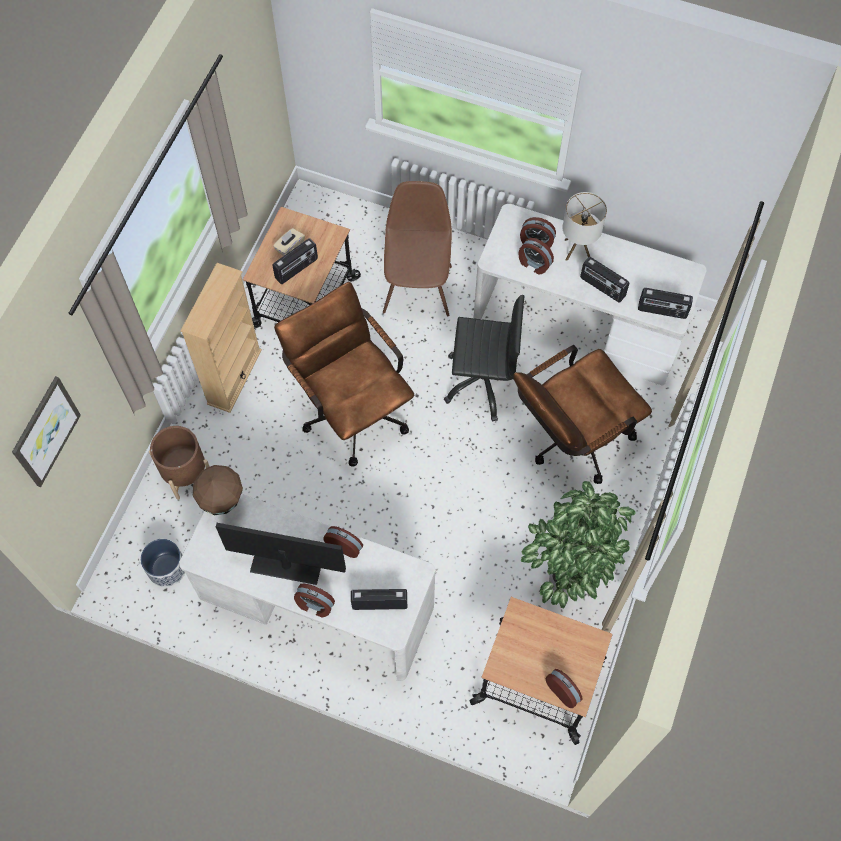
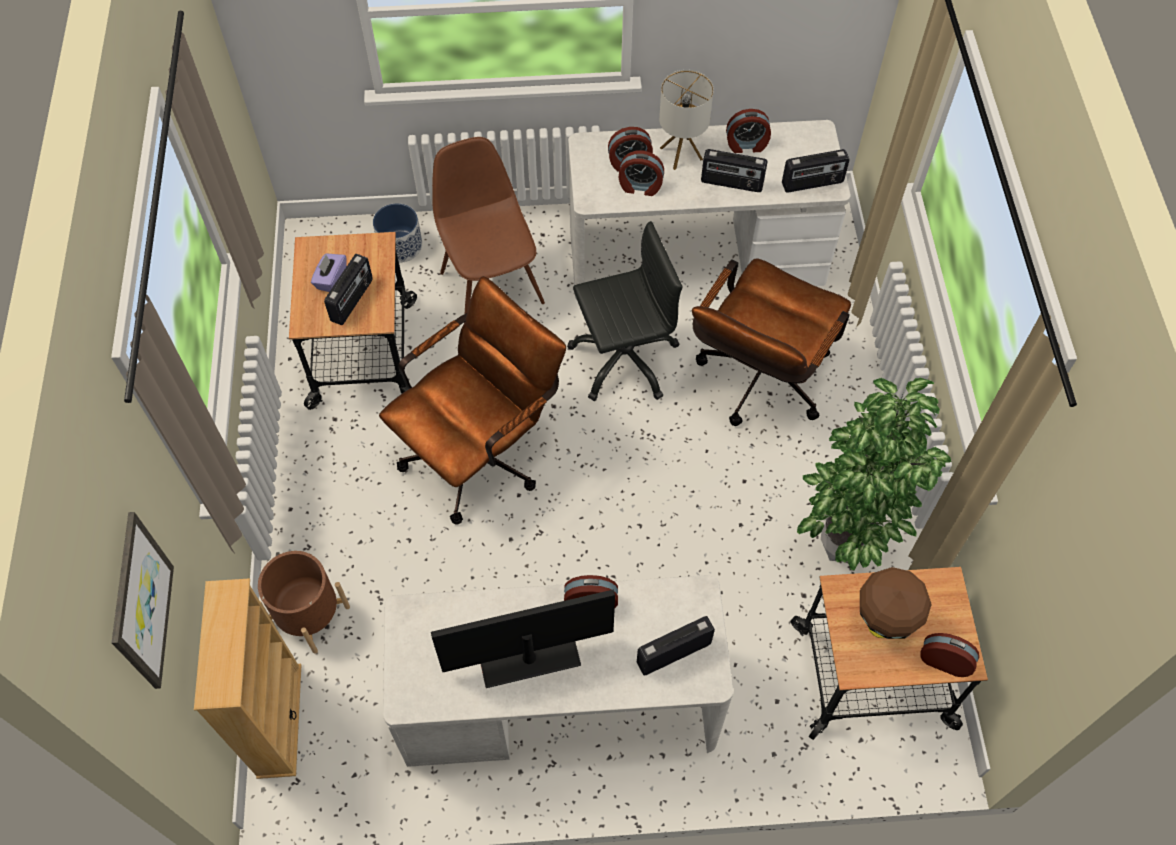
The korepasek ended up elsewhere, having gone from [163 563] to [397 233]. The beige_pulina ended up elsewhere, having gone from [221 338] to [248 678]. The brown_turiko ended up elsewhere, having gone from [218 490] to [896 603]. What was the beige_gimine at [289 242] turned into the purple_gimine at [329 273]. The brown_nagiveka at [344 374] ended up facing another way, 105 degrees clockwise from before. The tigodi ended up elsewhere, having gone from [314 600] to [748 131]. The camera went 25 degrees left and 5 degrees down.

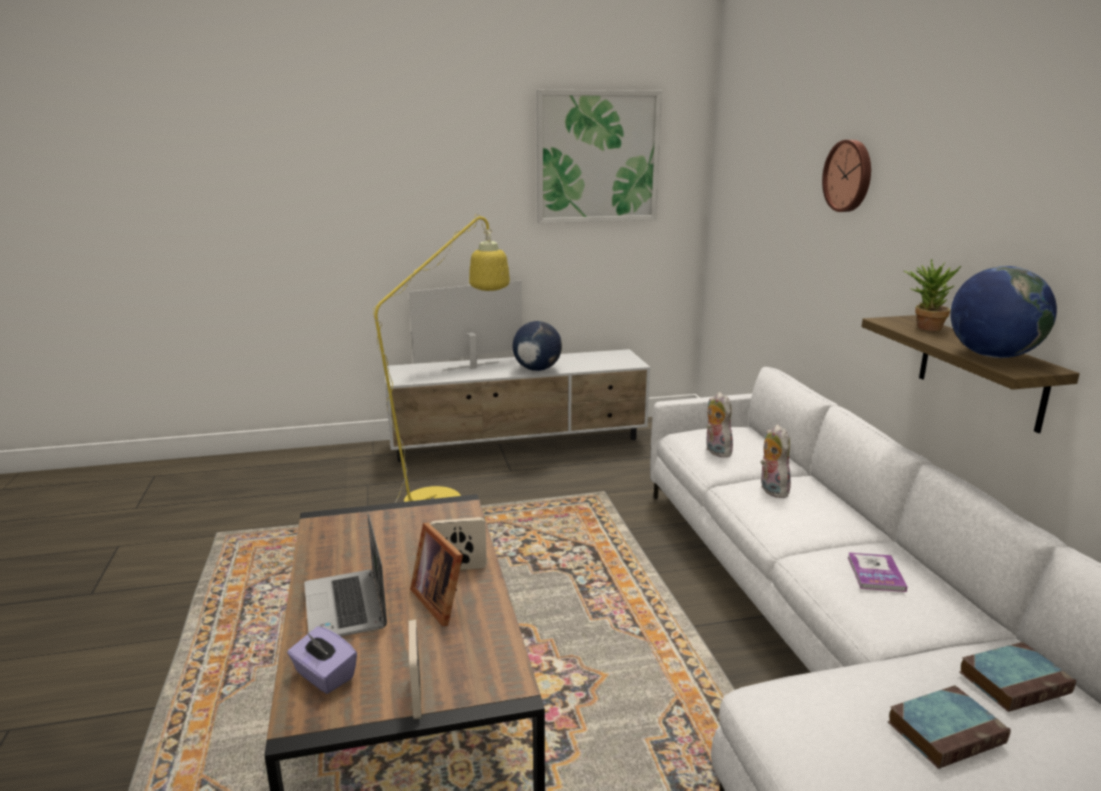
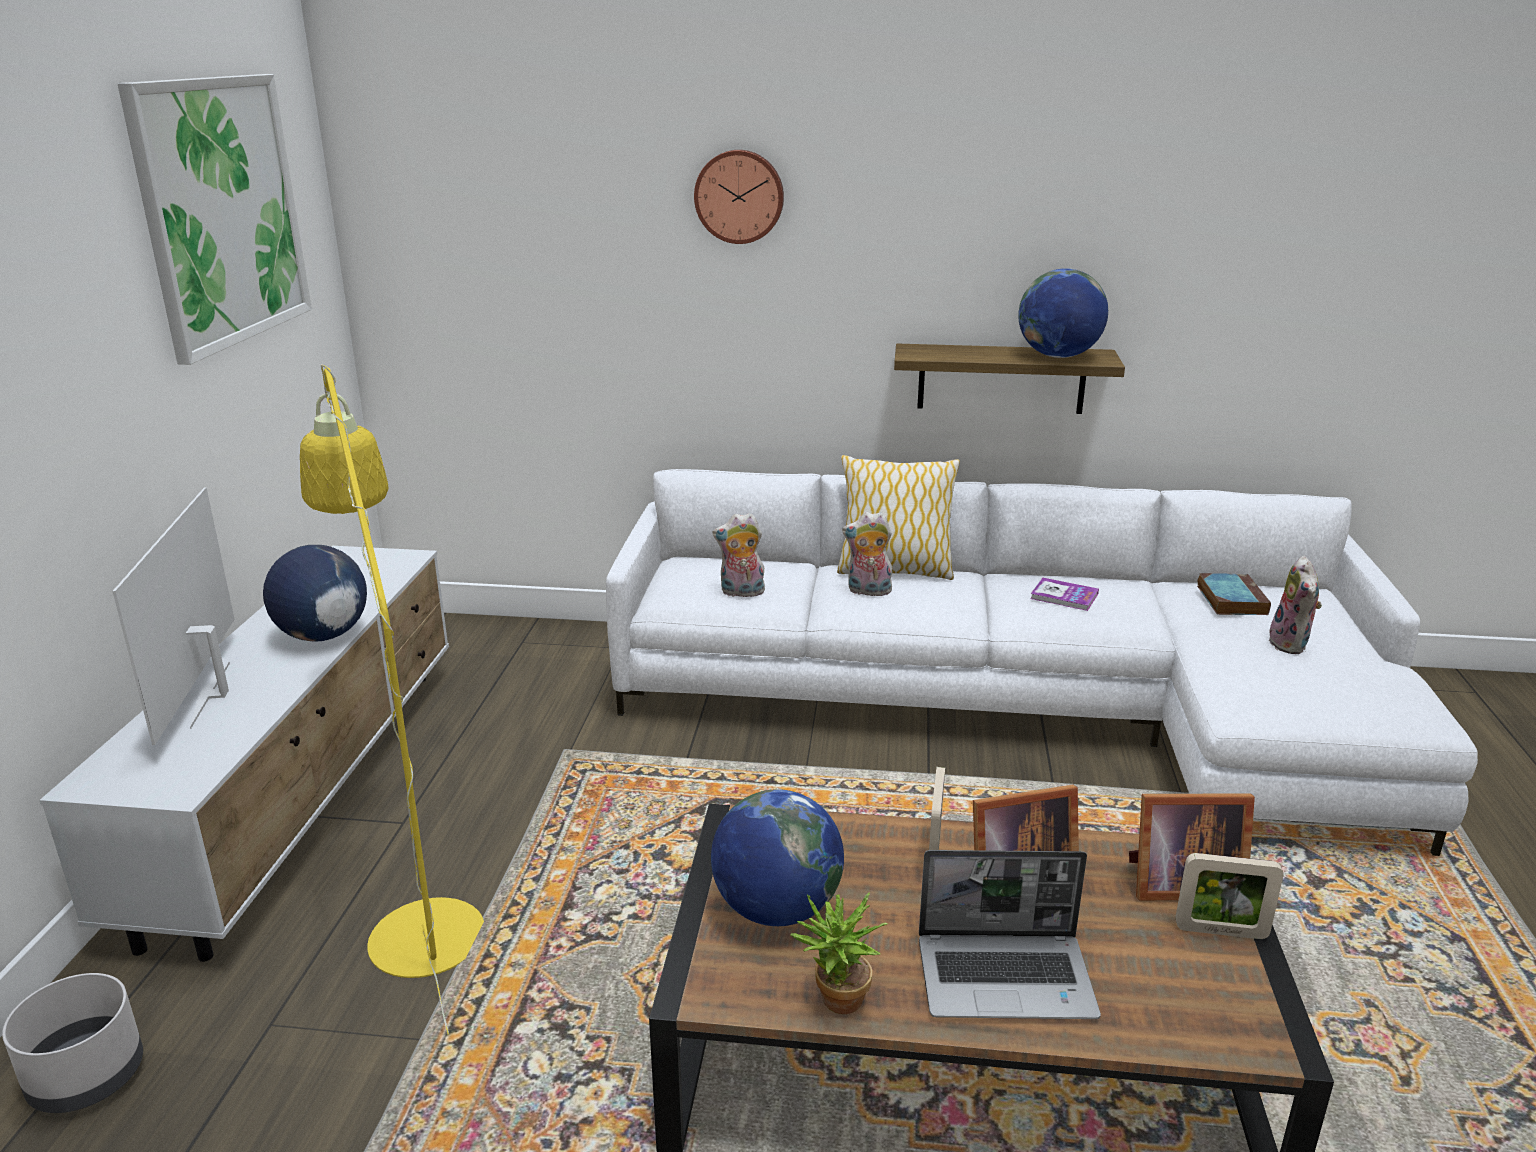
The second view lost the purple_gimine at [322 660]. Where the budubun stood at [949 727], the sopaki came to stand at [1293 605]. The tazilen ended up elsewhere, having gone from [932 295] to [839 953]. The second view gained the grey_korepasek at [72 1043]. The second view gained the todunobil at [777 857]. The second view gained the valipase at [898 517]. The second view gained the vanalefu at [1192 847]. The camera went 70 degrees left and 5 degrees up.

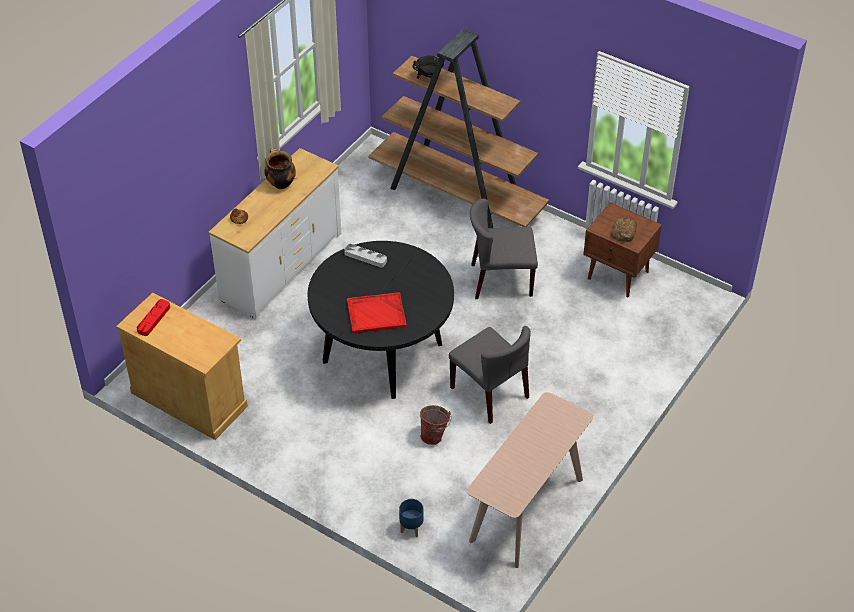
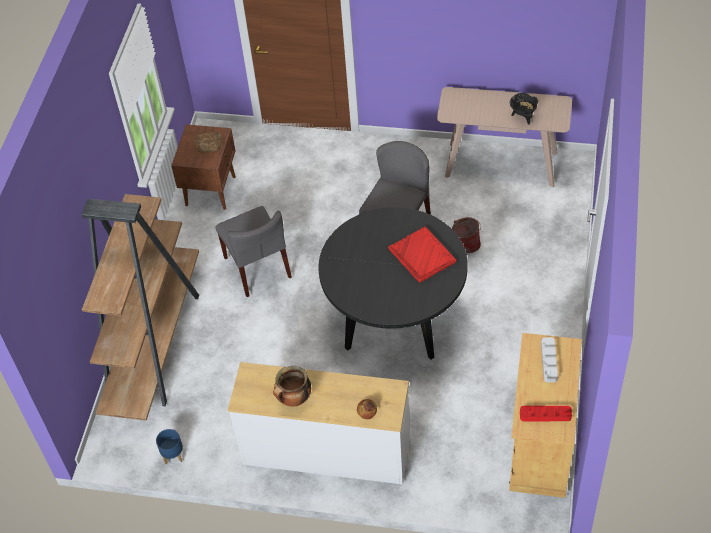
The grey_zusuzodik ended up elsewhere, having gone from [365 255] to [549 359]. The blue_korepasek ended up elsewhere, having gone from [411 518] to [169 446]. The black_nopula ended up elsewhere, having gone from [428 67] to [524 109]. The camera went 110 degrees left and 5 degrees up.

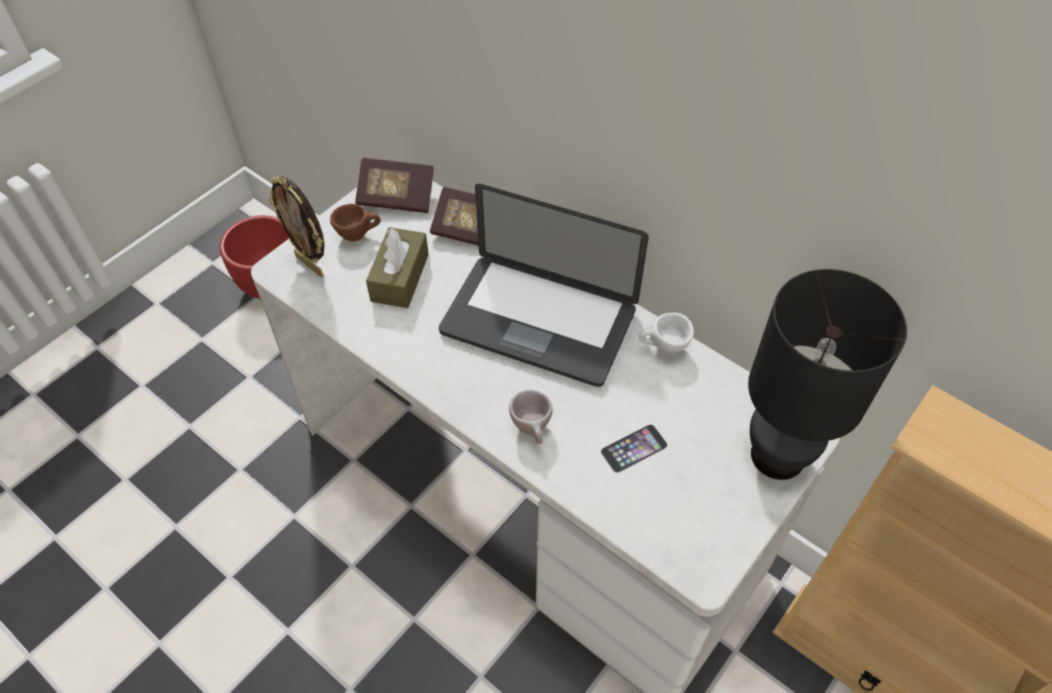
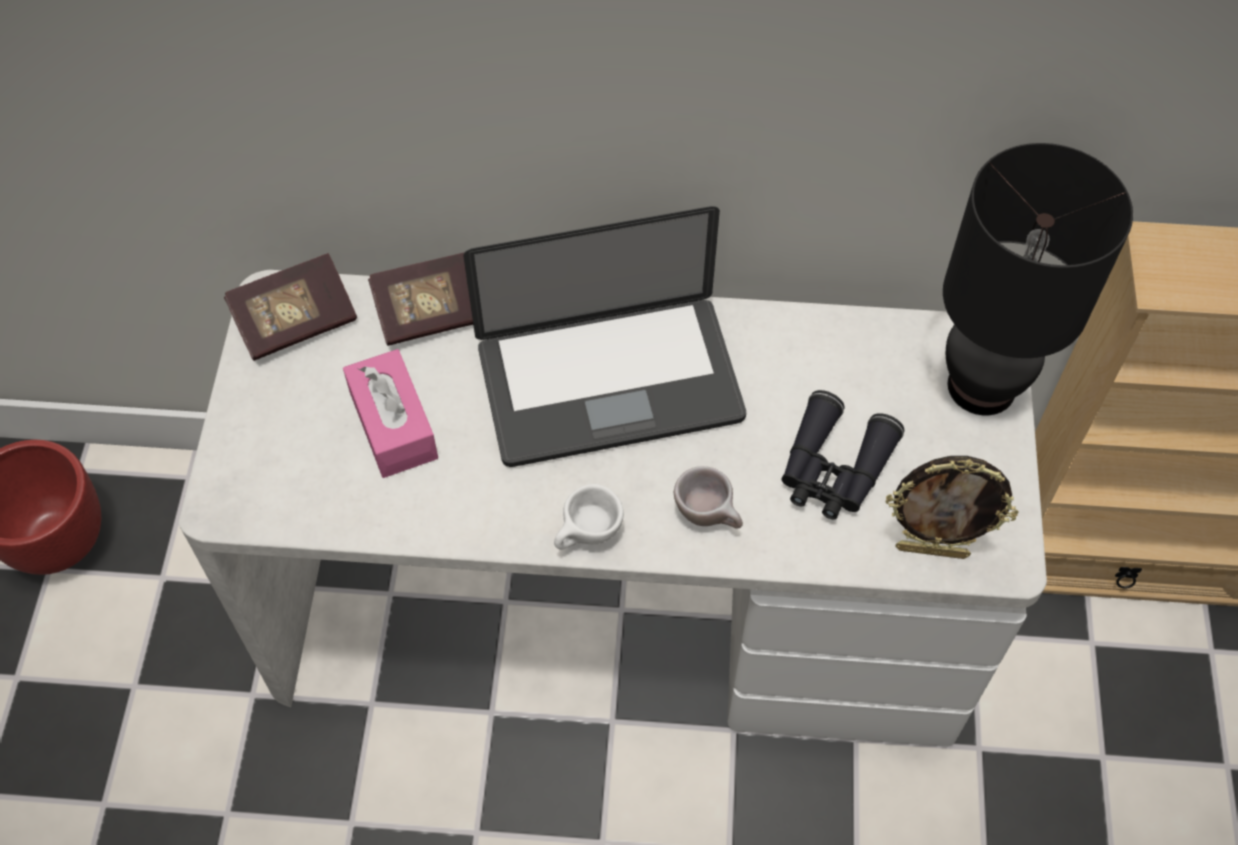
The vanalefu ended up elsewhere, having gone from [297 226] to [952 507]. The second view lost the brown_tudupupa at [355 222]. What was the brown_gimine at [397 267] turned into the pink_gimine at [390 413]. Where the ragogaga stood at [634 448], the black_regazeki came to stand at [842 454]. The white_tudupupa ended up elsewhere, having gone from [666 333] to [589 517]. The camera went 35 degrees left and 5 degrees up.

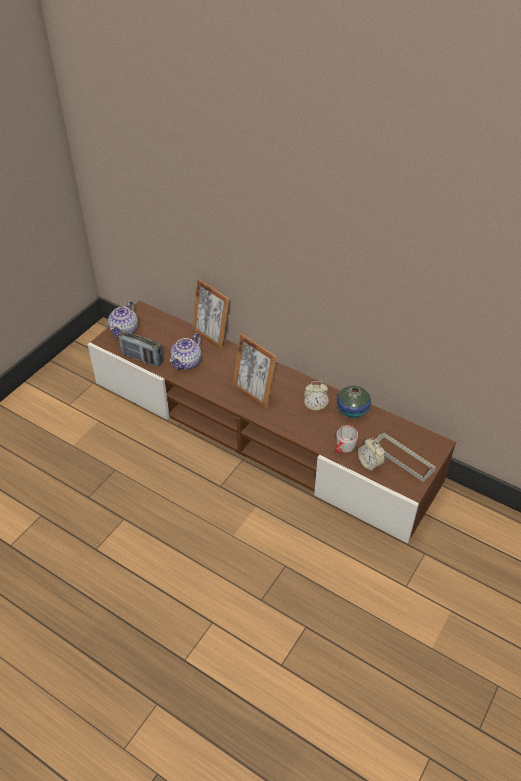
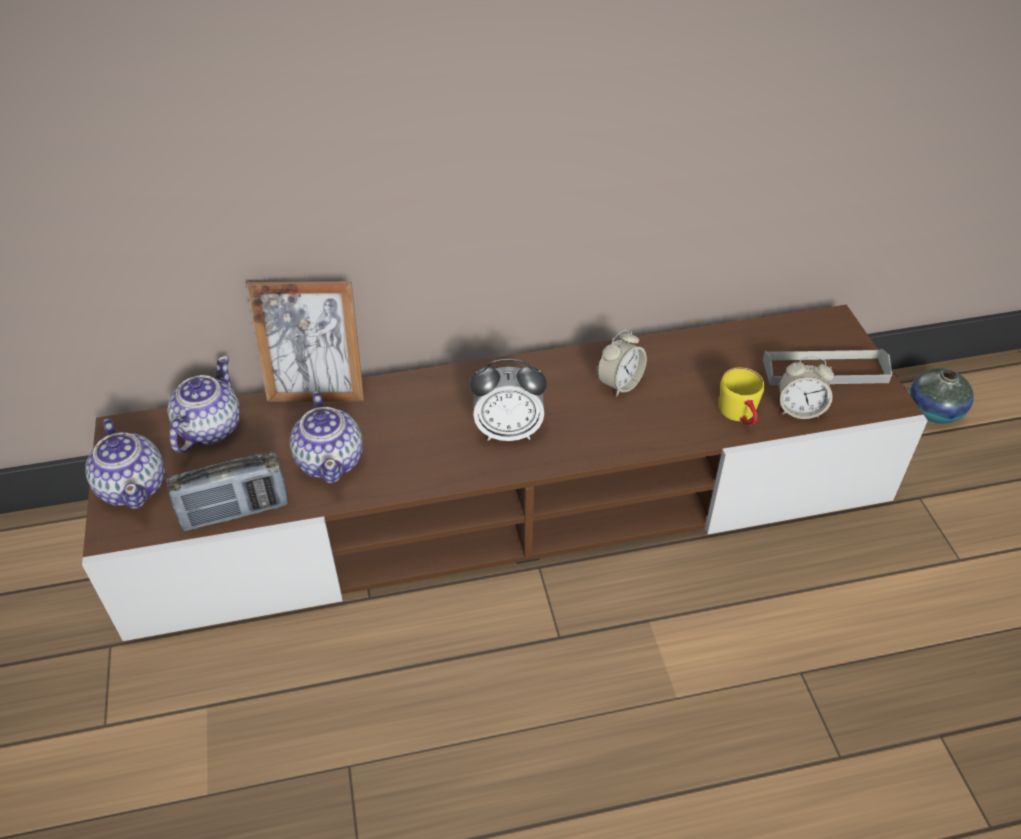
Where the vanalefu stood at [255 371], the tigodi came to stand at [508 400]. What was the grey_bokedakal at [347 439] turned into the yellow_bokedakal at [741 396]. The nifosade ended up elsewhere, having gone from [354 402] to [941 396]. The second view gained the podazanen at [203 404]. The camera went 45 degrees left and 0 degrees up.

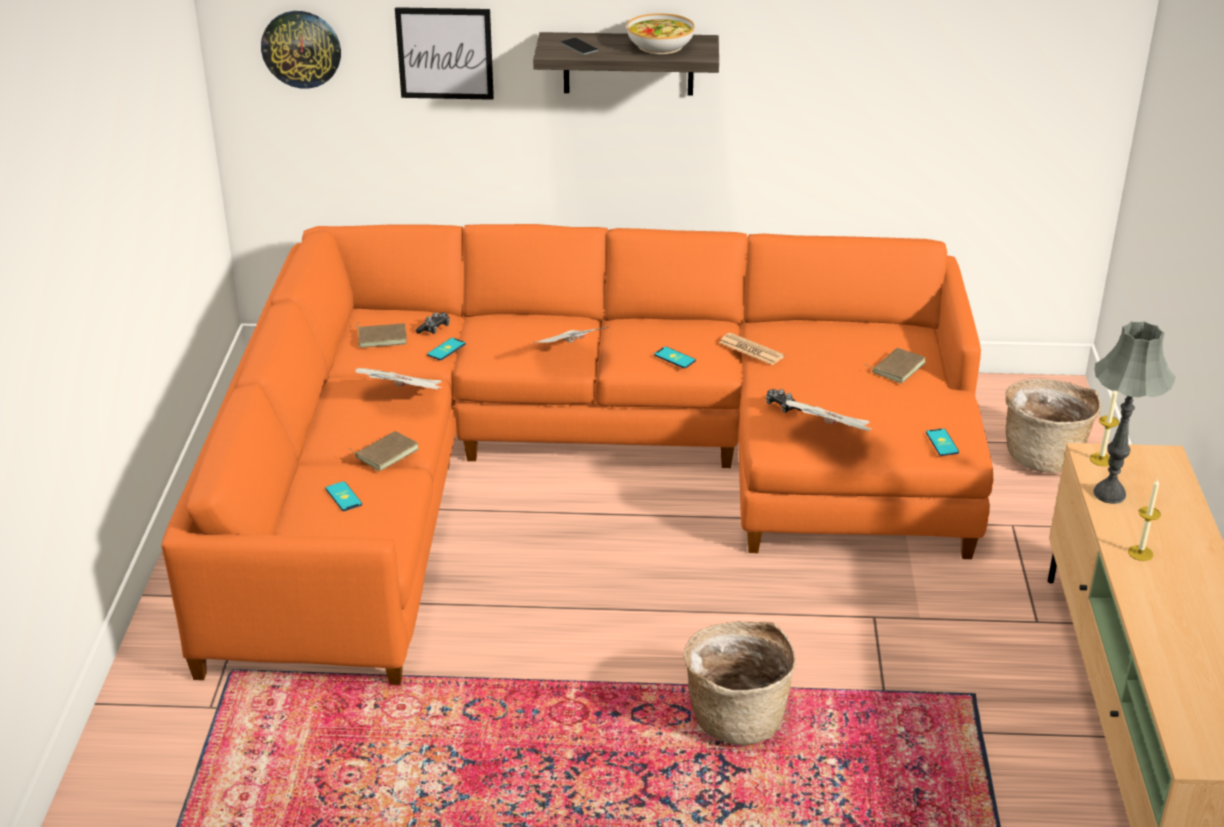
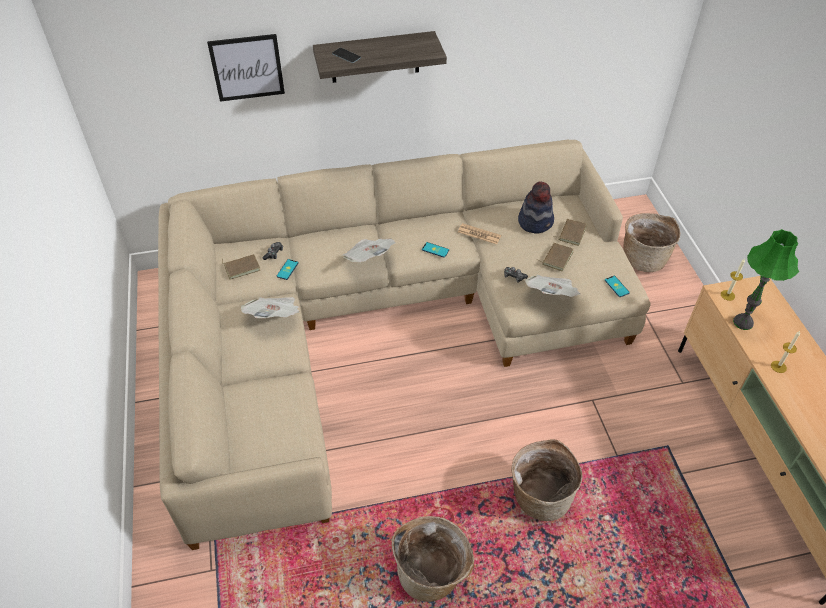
What was the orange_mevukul at [577 454] turned into the beige_mevukul at [404 345]. The second view lost the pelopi at [301 50]. The second view lost the ragogaga at [343 496]. The brown_budubun ended up elsewhere, having gone from [383 451] to [556 257]. The second view lost the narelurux at [661 33]. What was the grey_turiko at [1134 412] turned into the green_turiko at [766 279]. The second view gained the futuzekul at [433 559]. The second view gained the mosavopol at [536 207]. The camera went 15 degrees left and 15 degrees up.

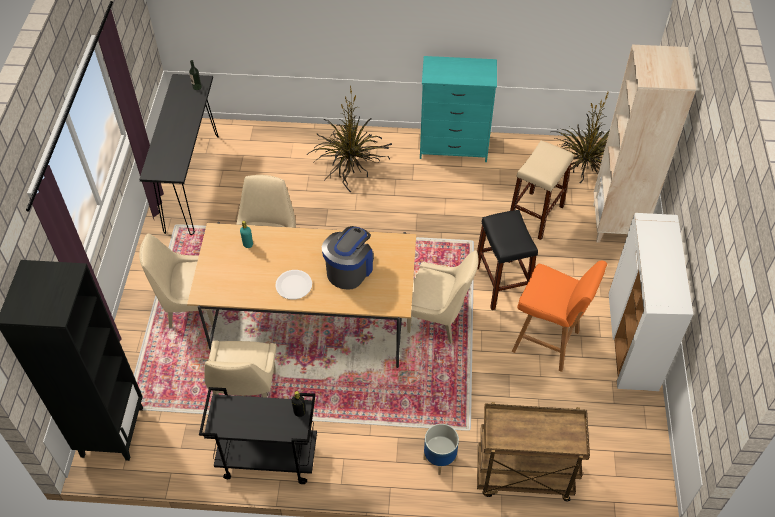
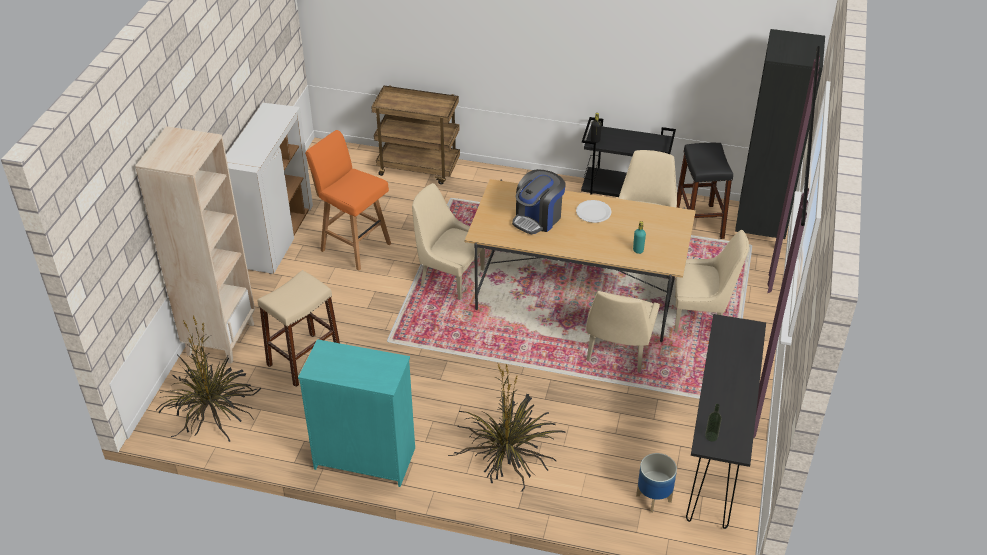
The korepasek ended up elsewhere, having gone from [441 449] to [656 483]. The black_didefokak ended up elsewhere, having gone from [507 260] to [705 191]. The camera went 170 degrees left and 10 degrees down.

